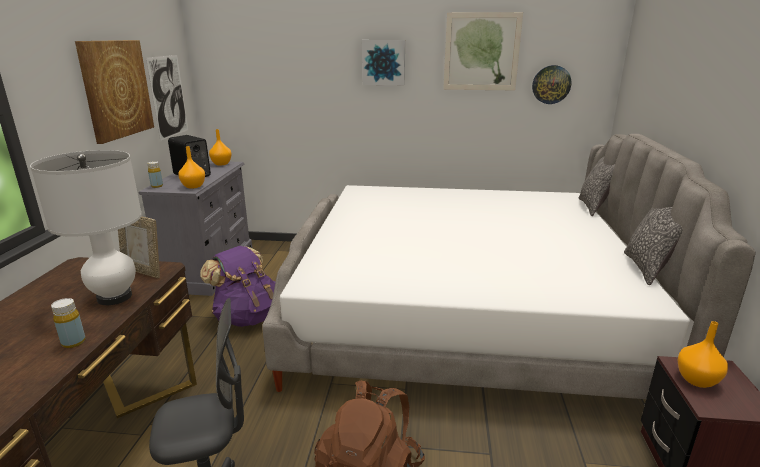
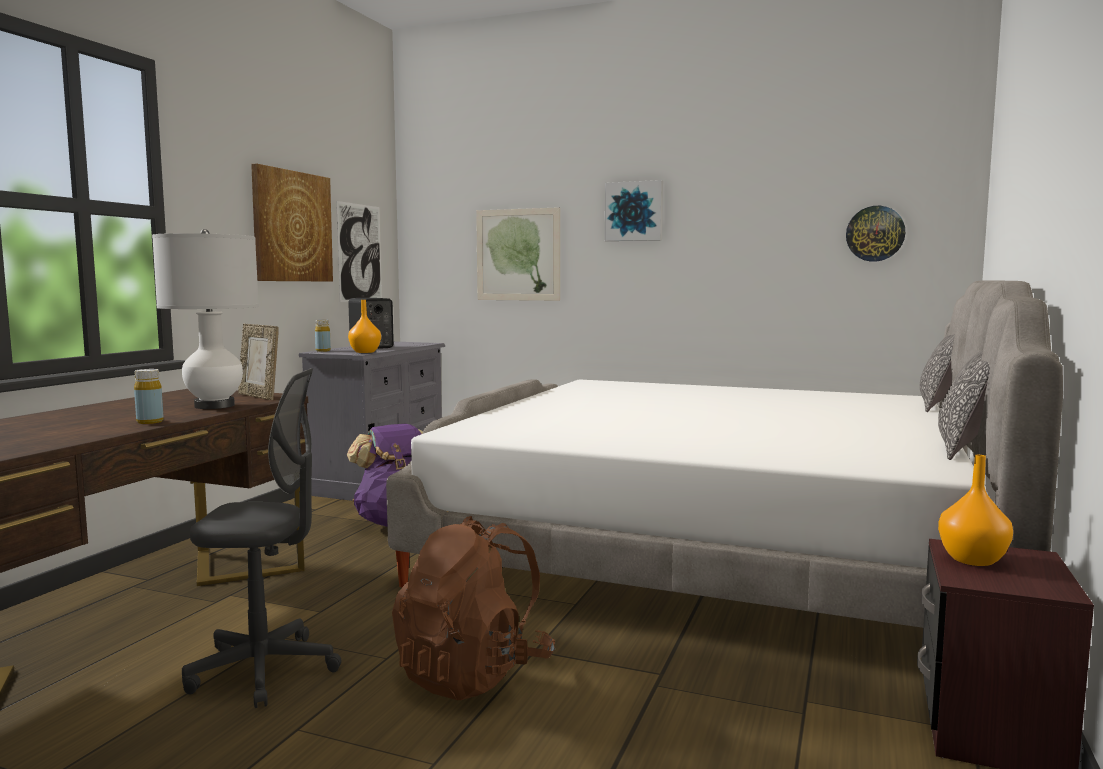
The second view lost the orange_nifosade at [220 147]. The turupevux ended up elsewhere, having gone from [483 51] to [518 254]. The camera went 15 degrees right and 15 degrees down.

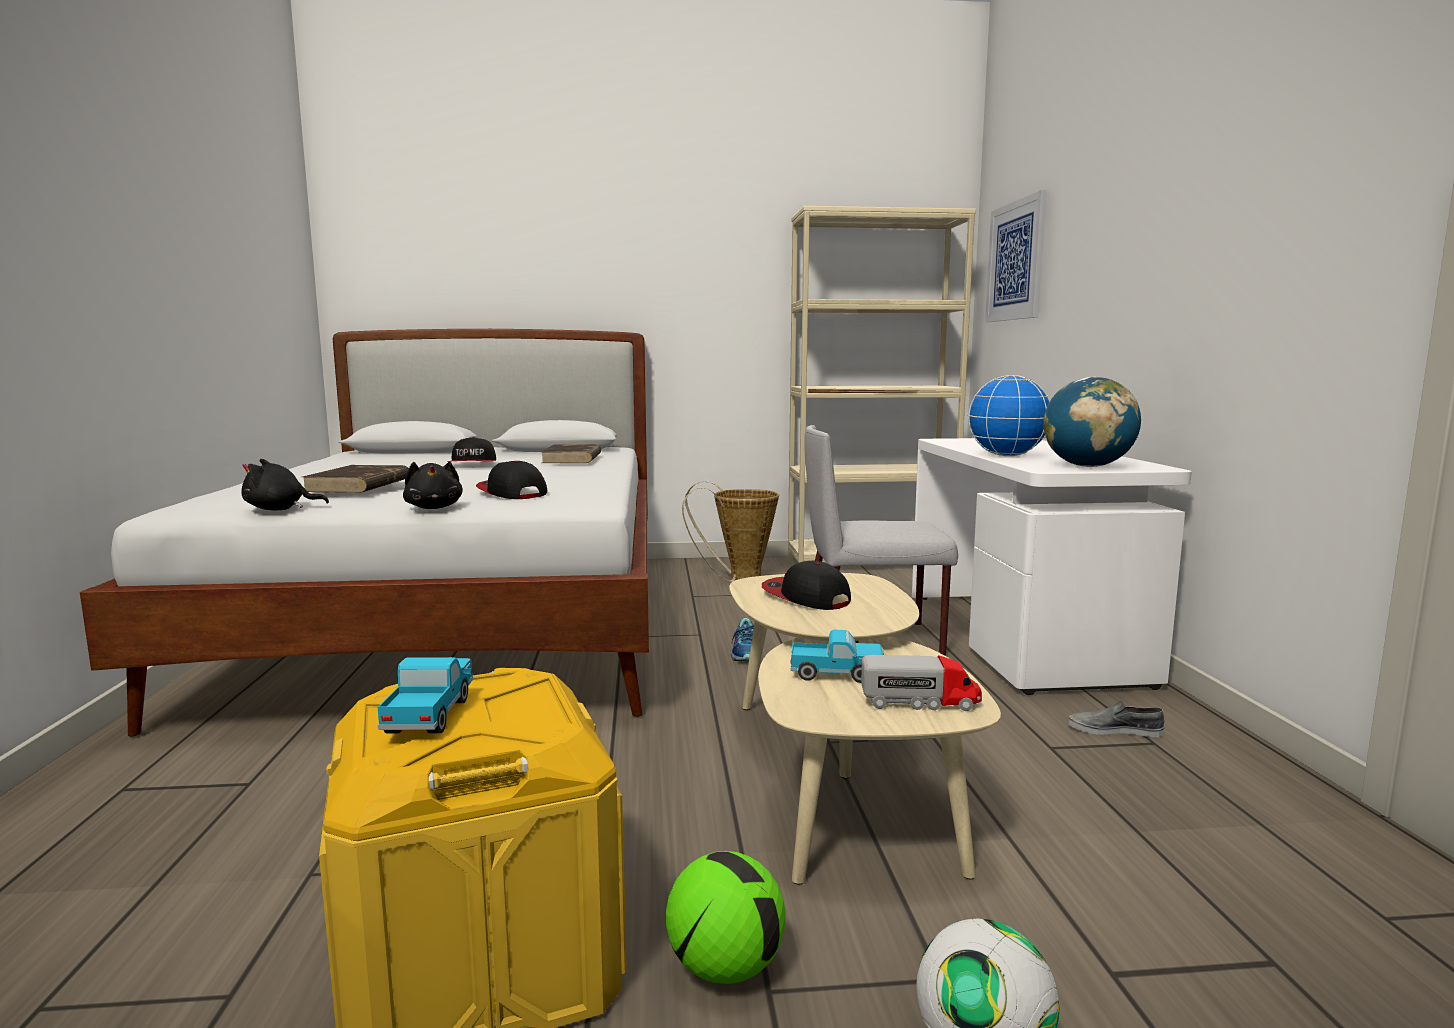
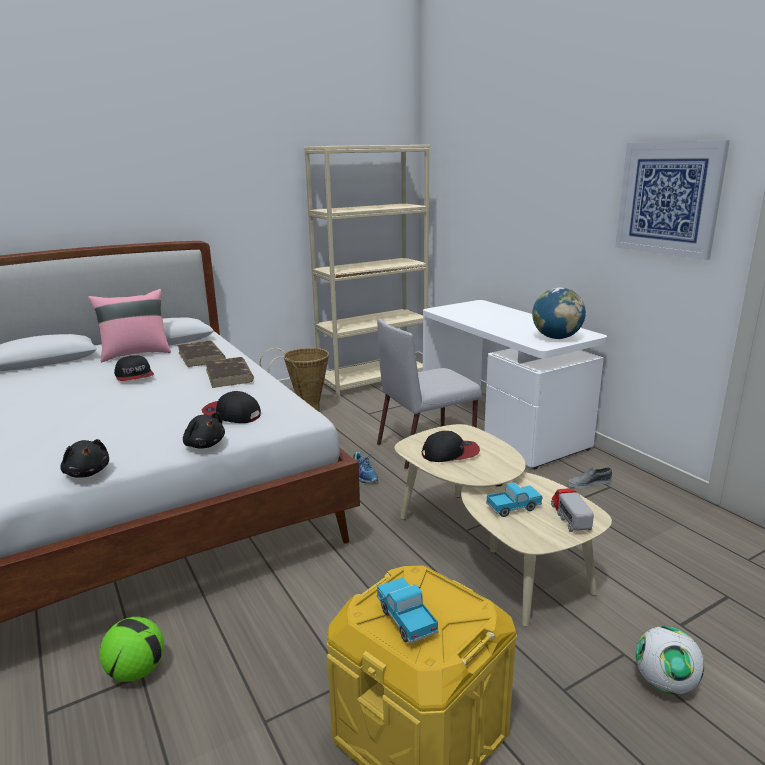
The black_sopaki at [285 484] ended up facing another way, 90 degrees counterclockwise from before. The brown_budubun ended up elsewhere, having gone from [356 479] to [229 372]. The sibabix ended up elsewhere, having gone from [725 917] to [131 649]. The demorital at [806 585] ended up facing another way, 150 degrees clockwise from before. The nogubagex at [921 683] ended up facing another way, 75 degrees counterclockwise from before. The second view lost the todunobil at [1009 415]. The turupevux ended up elsewhere, having gone from [1016 256] to [672 200]. The second view gained the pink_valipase at [129 325]. The camera went 25 degrees left and 10 degrees up.

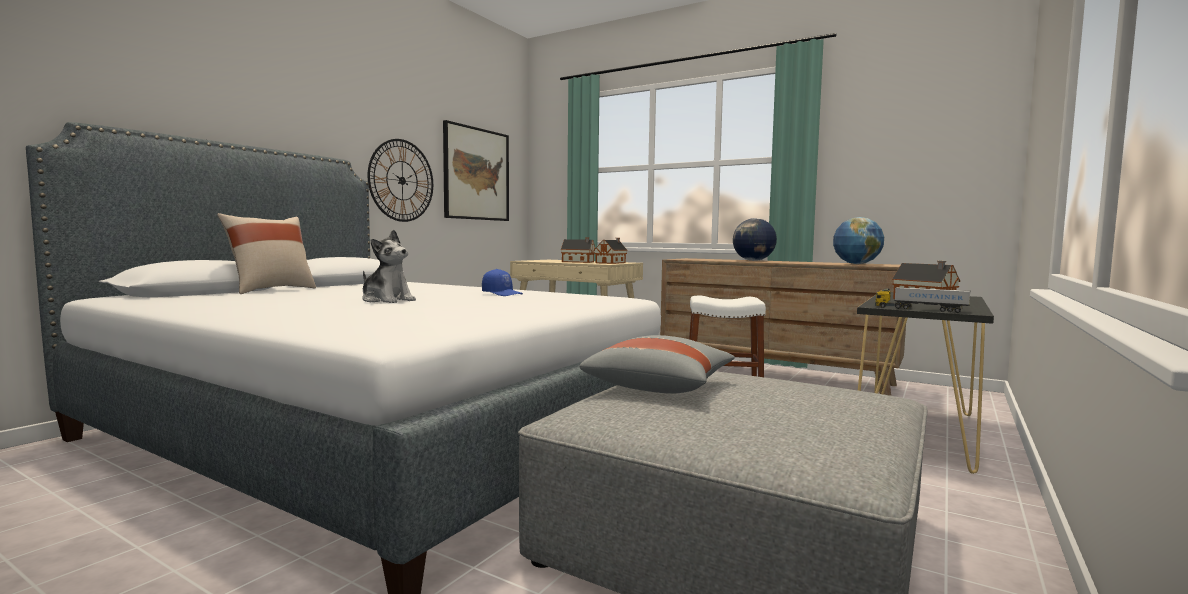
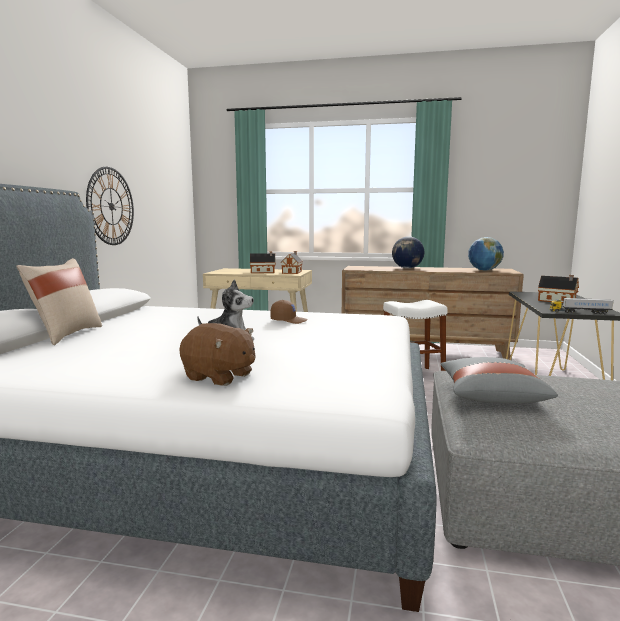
The second view lost the turupevux at [476 170]. What was the blue_demorital at [502 282] turned into the brown_demorital at [289 312]. The second view gained the brown_sopaki at [217 354]. The camera went 20 degrees left and 5 degrees up.

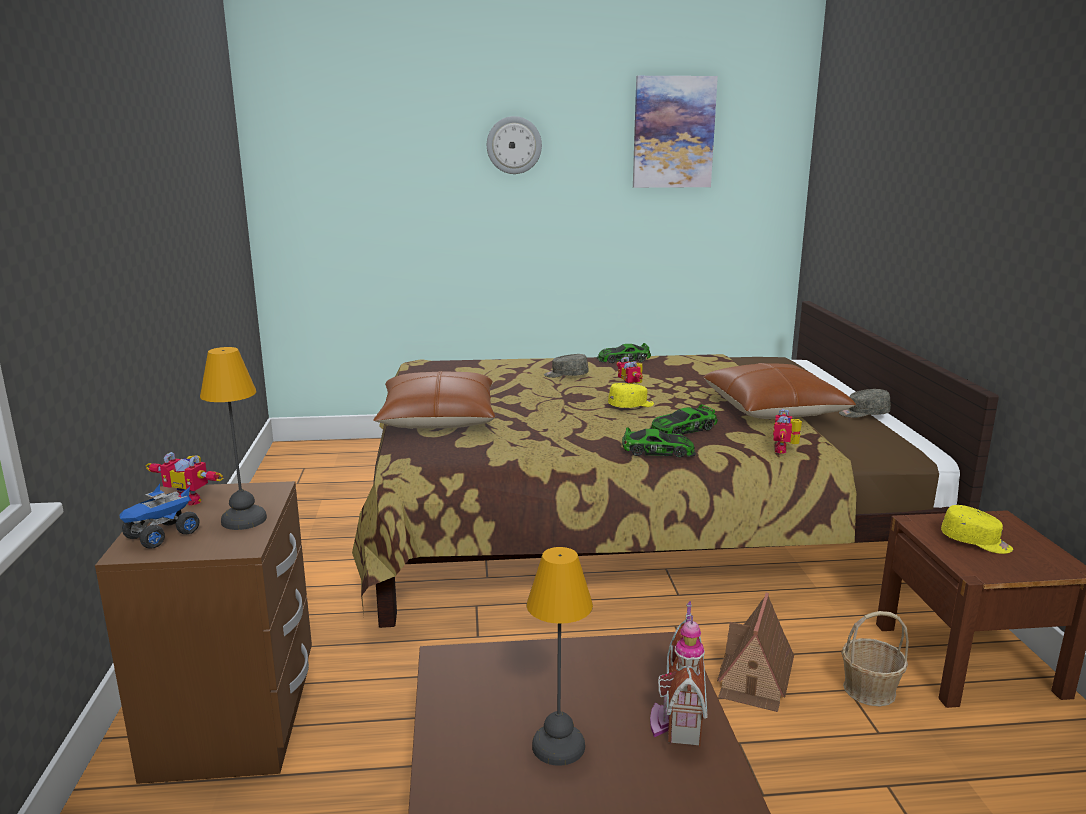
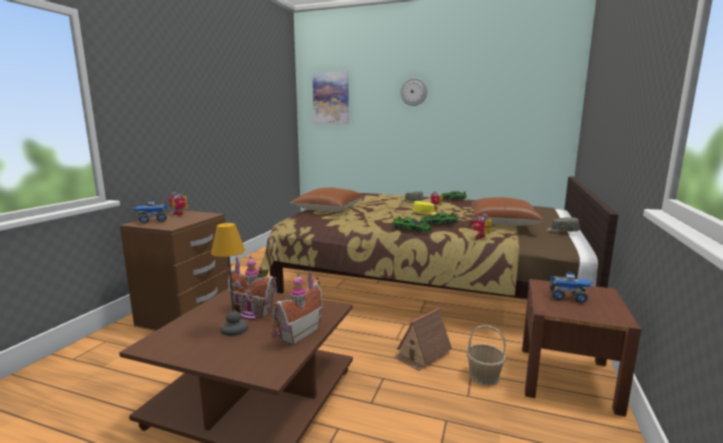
The second view lost the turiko at [233 438]. The turupevux ended up elsewhere, having gone from [675 132] to [331 97]. Where the yellow_demorital stood at [977 529], the nogubagex came to stand at [571 286]. The second view gained the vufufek at [252 288]. The camera went 25 degrees right and 5 degrees down.

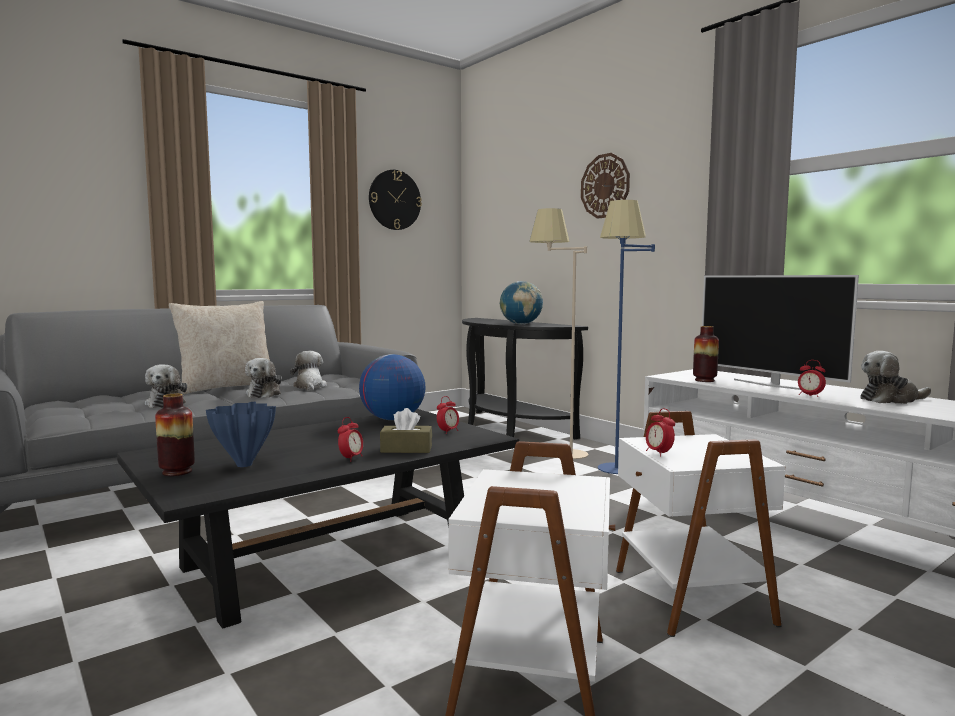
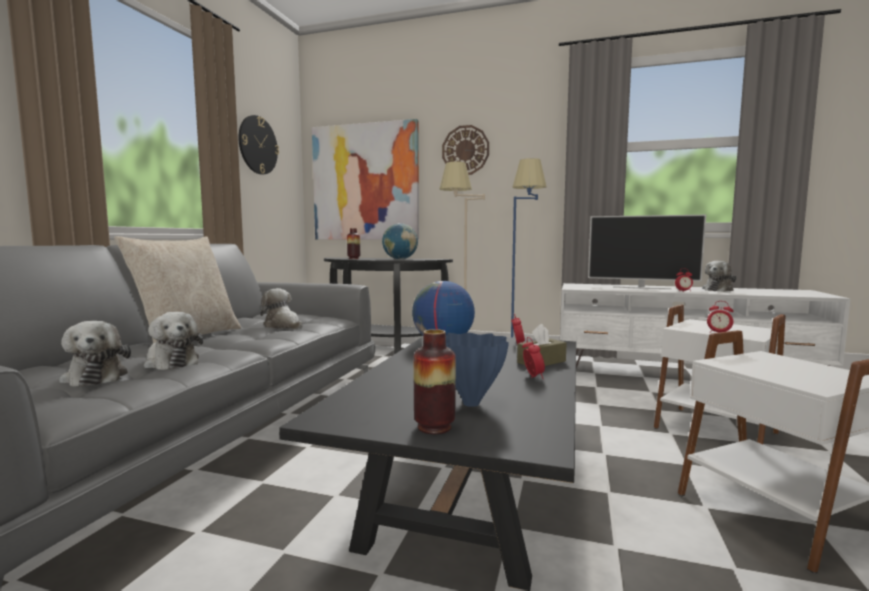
The sopaki ended up elsewhere, having gone from [263 378] to [95 354]. The nifosade ended up elsewhere, having gone from [706 354] to [353 243]. The second view gained the turupevux at [365 179]. The camera went 35 degrees left and 0 degrees up.

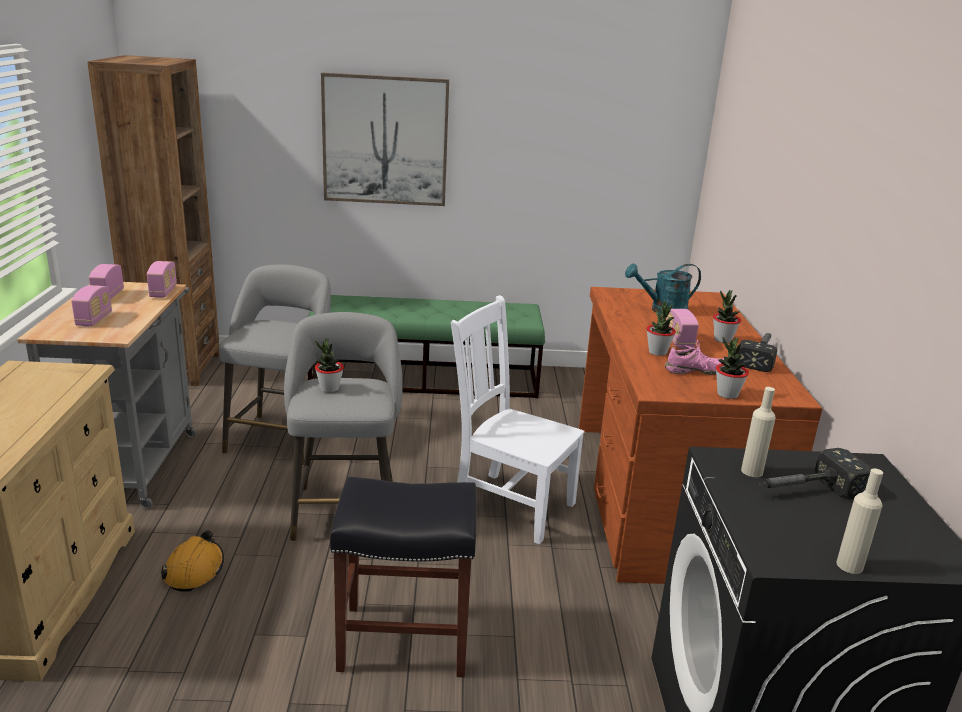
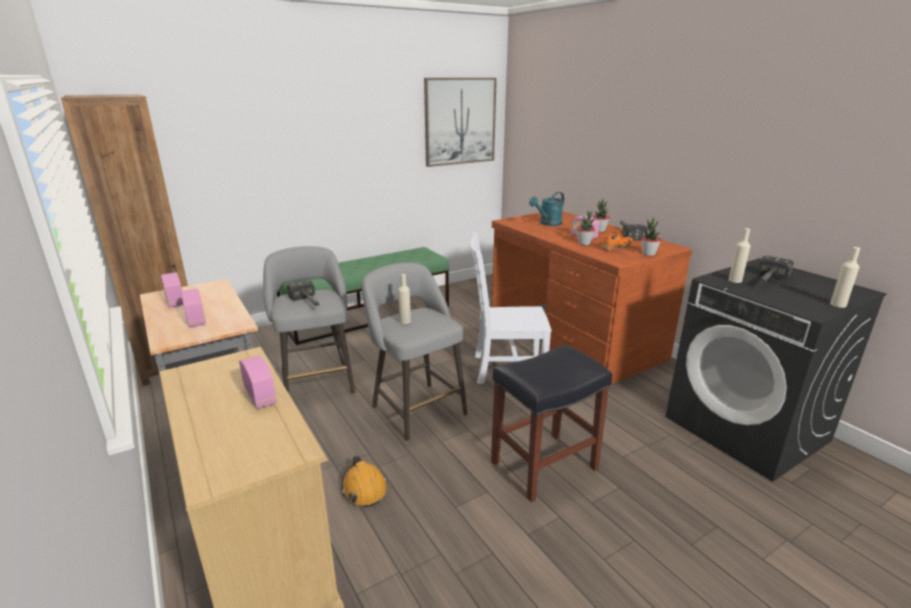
The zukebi ended up elsewhere, having gone from [162 279] to [258 381]. Where the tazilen stood at [329 365], the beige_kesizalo came to stand at [404 299]. The turupevux ended up elsewhere, having gone from [385 139] to [460 122]. What was the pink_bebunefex at [694 357] turned into the orange_bebunefex at [617 240]. The second view gained the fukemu at [303 293]. The camera went 30 degrees left and 0 degrees up.

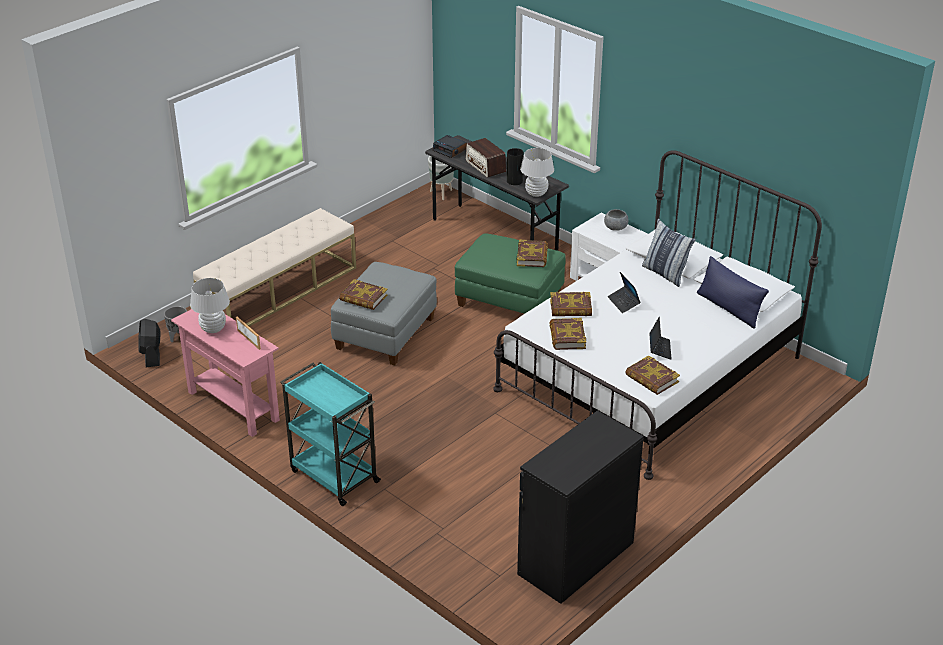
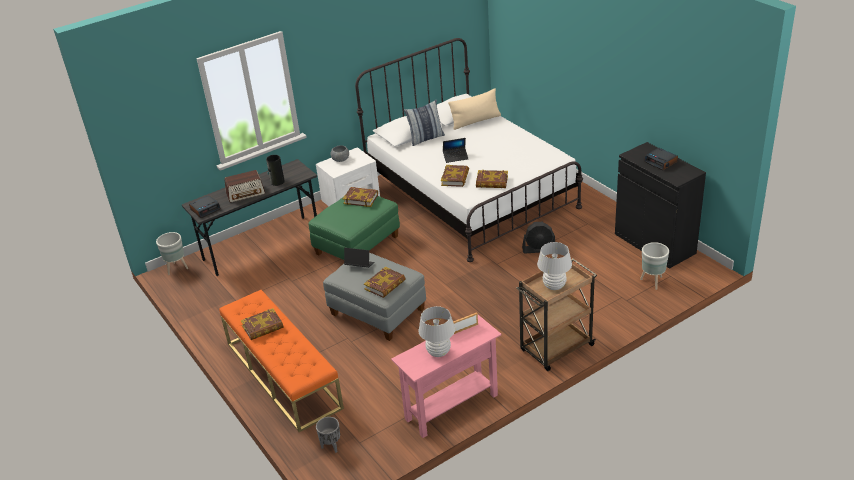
The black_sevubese ended up elsewhere, having gone from [149 343] to [538 238]. What was the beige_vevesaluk at [274 267] turned into the orange_vevesaluk at [281 361]. What was the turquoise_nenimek at [330 434] turned into the brown_nenimek at [556 315]. The white_turiko ended up elsewhere, having gone from [537 172] to [554 266]. The budubun ended up elsewhere, having gone from [652 375] to [262 324]. The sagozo ended up elsewhere, having gone from [660 338] to [359 258]. What was the blue_valipase at [733 292] turned into the beige_valipase at [474 109]. The second view gained the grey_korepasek at [654 266]. The second view gained the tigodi at [661 159]. The camera went 75 degrees left and 0 degrees up.

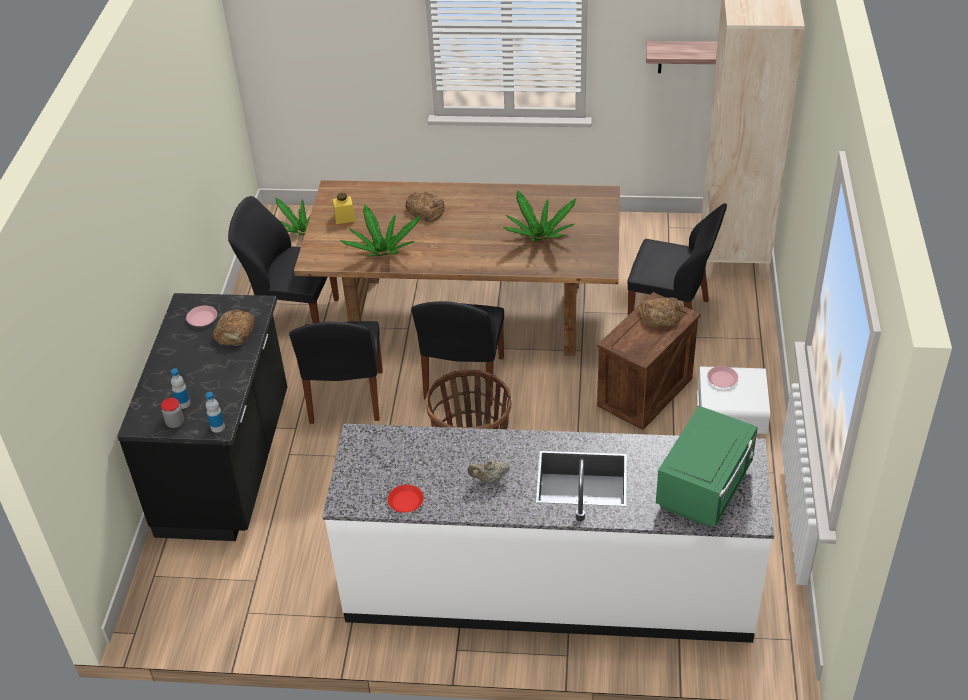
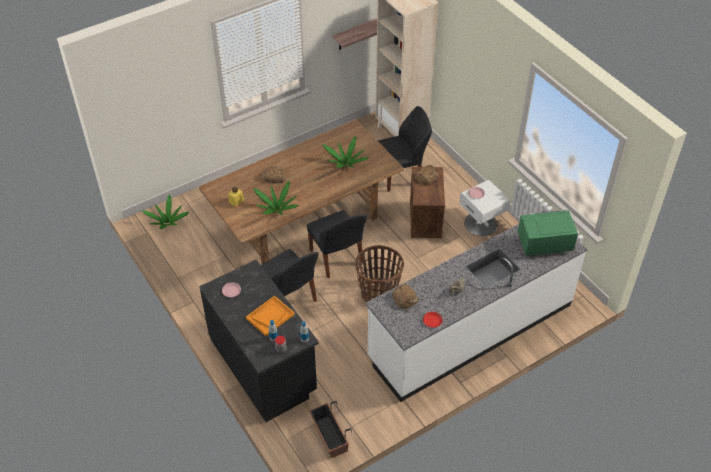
The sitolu ended up elsewhere, having gone from [234 327] to [405 296]. The second view lost the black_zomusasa at [283 259]. The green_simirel at [707 466] ended up facing another way, 90 degrees counterclockwise from before. The second view gained the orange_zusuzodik at [270 316]. The second view gained the korepasek at [330 429]. The camera went 40 degrees left and 5 degrees up.

